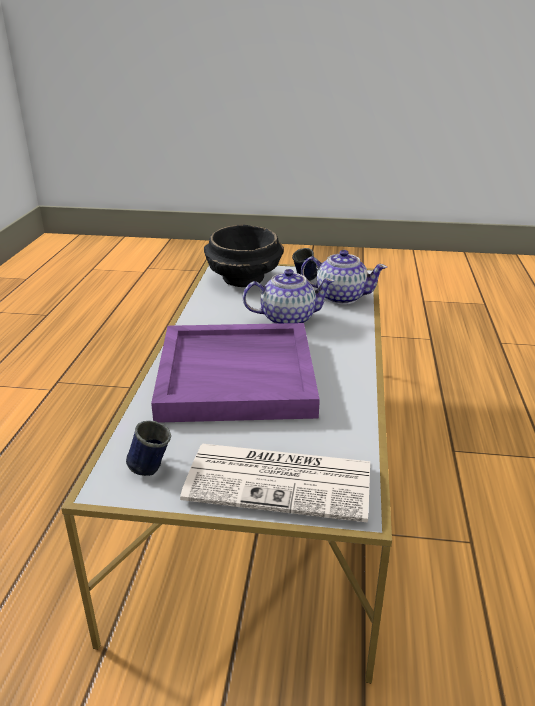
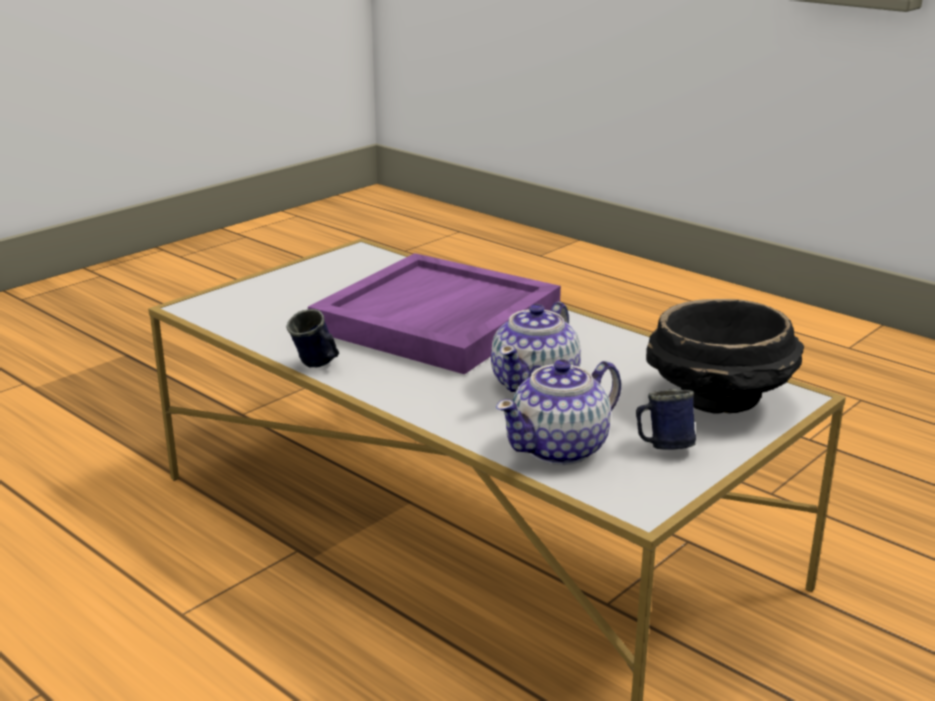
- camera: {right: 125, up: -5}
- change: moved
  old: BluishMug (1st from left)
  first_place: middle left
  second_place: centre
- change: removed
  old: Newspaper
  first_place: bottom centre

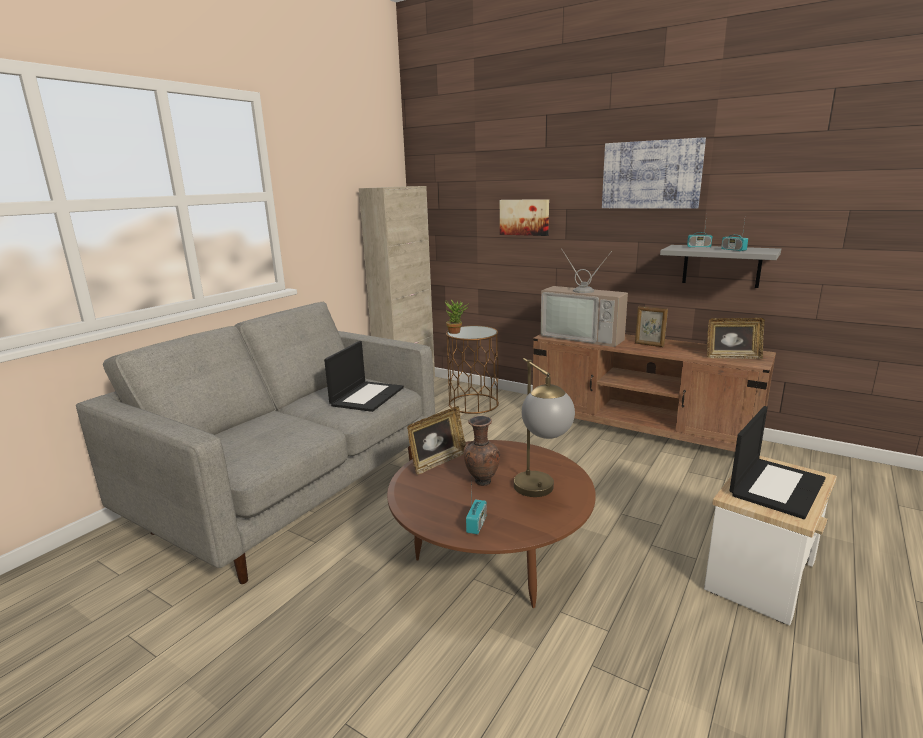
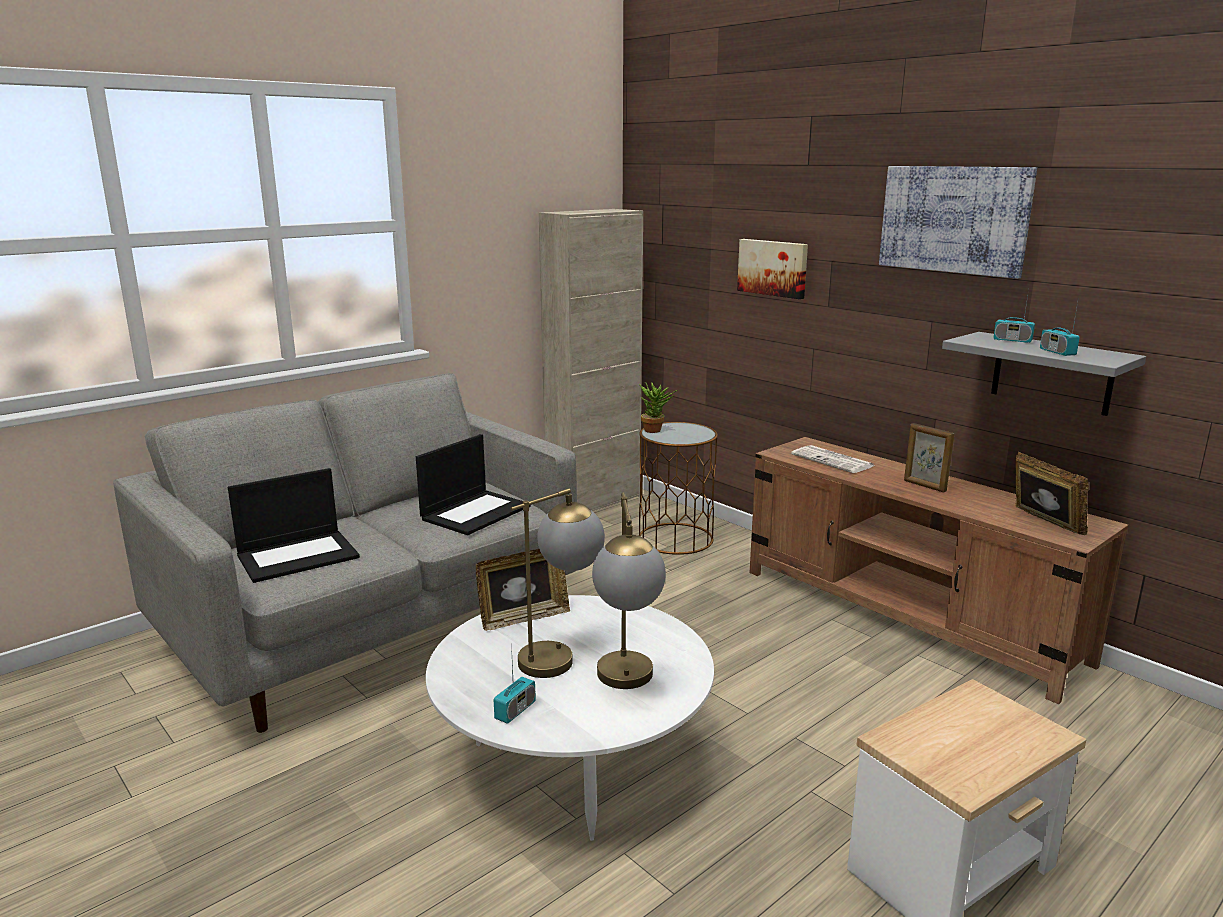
- camera: {right: 15, up: 0}
- change: recoloured
  old: BrownCoffeeTable
  new: WhiteCoffeeTable
  first_place: bottom centre
  second_place: bottom centre
- change: replaced
  old: BrownFlowerVase
  new: TabletopLamp (1st from left)
  first_place: centre
  second_place: centre
- change: replaced
  old: Tv
  new: Newspaper
  first_place: centre
  second_place: middle right
- change: turned
  old: StandingFrame (3rd from left)
  first_place: middle right
  second_place: middle right
  degrees: -135
- change: moved
  old: Laptop (2nd from left in the first image)
  new: Laptop (1st from left)
  first_place: middle right
  second_place: middle left

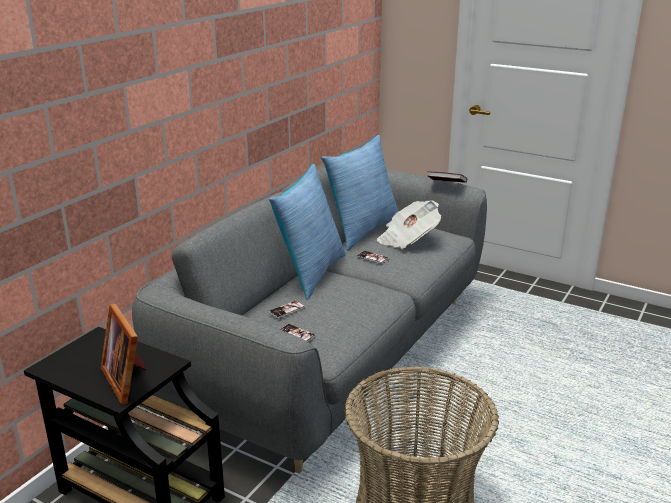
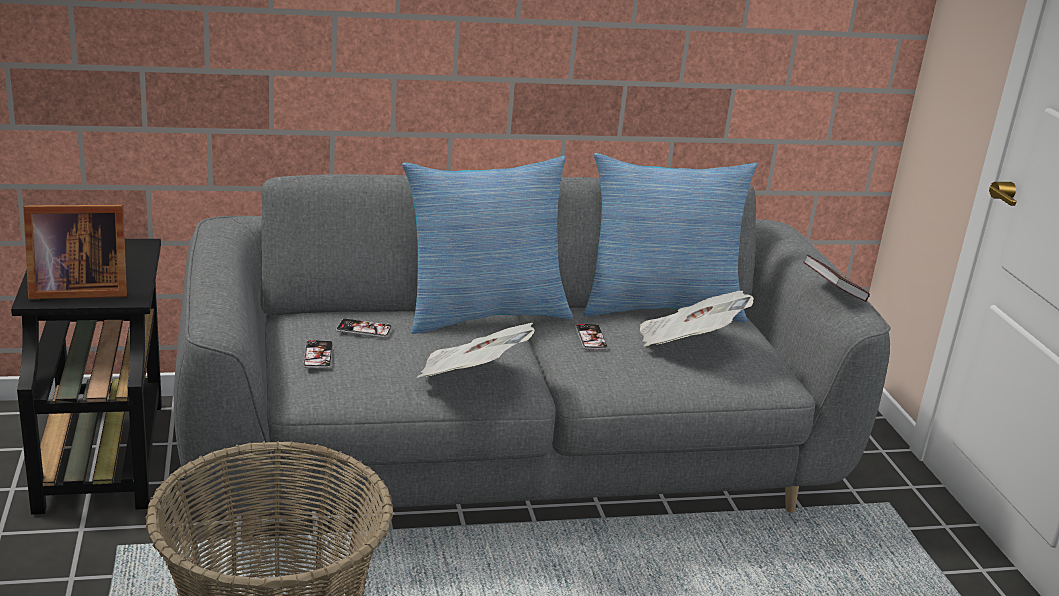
- camera: {right: 45, up: 0}
- change: turned
  old: StandingFrame
  first_place: bottom left
  second_place: middle left
  degrees: -120
- change: added
  new: Newspaper (1st from left)
  second_place: centre

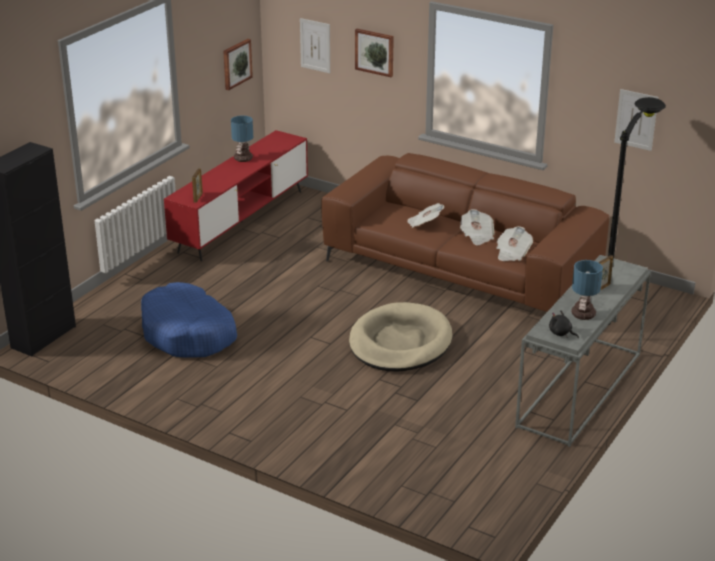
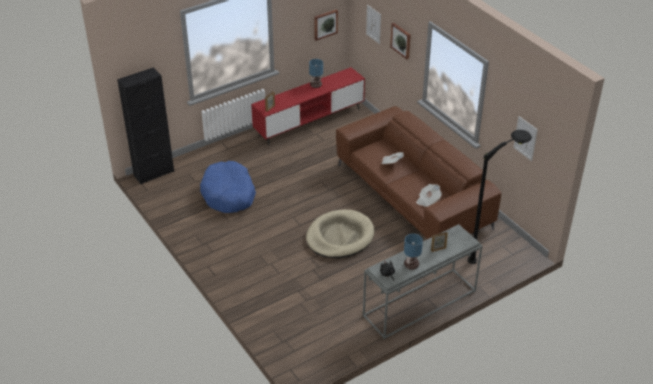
- camera: {right: 25, up: 10}
- change: removed
  old: Newspaper (2nd from left)
  first_place: middle right

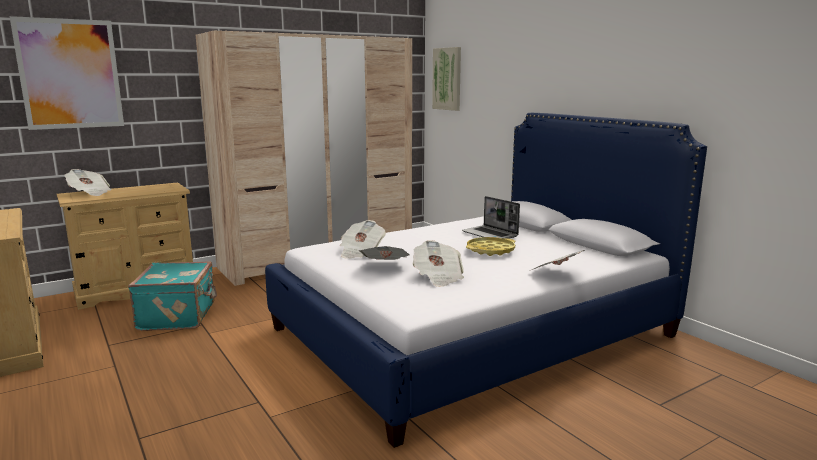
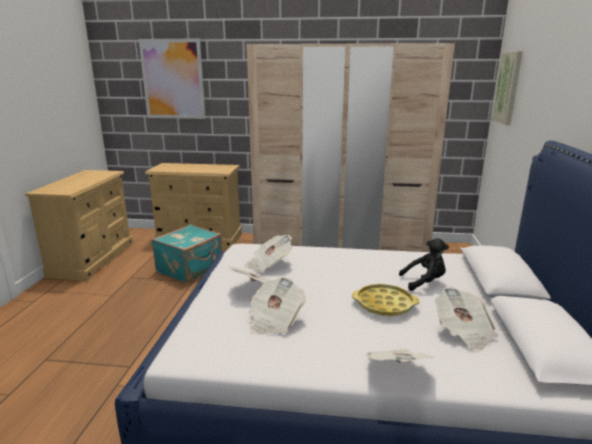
- camera: {right: 40, up: 5}
- change: moved
  old: Newspaper (1st from left in the first image)
  new: Newspaper (5th from left)
  first_place: middle left
  second_place: bottom right
- change: replaced
  old: Laptop
  new: BlackPlushToy
  first_place: centre
  second_place: middle right

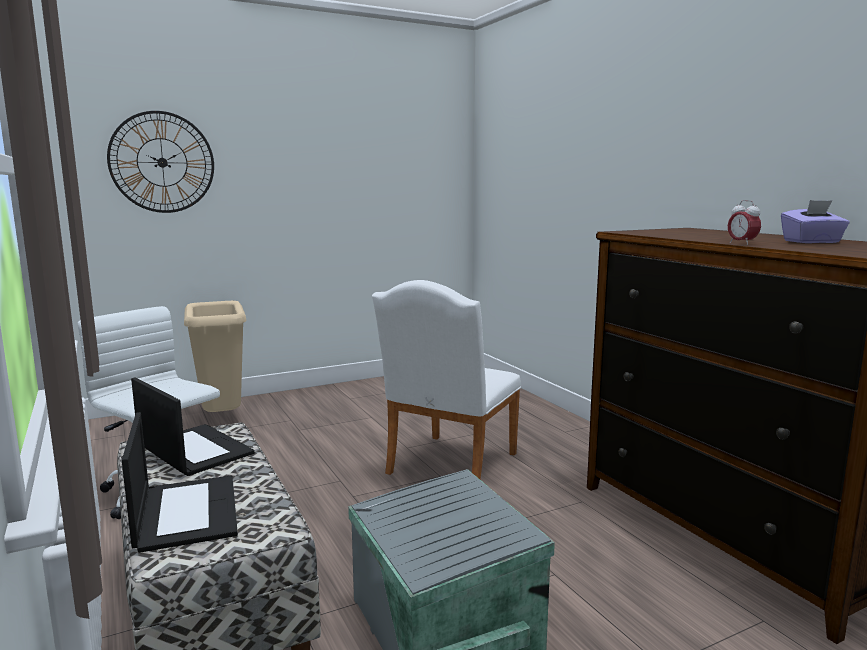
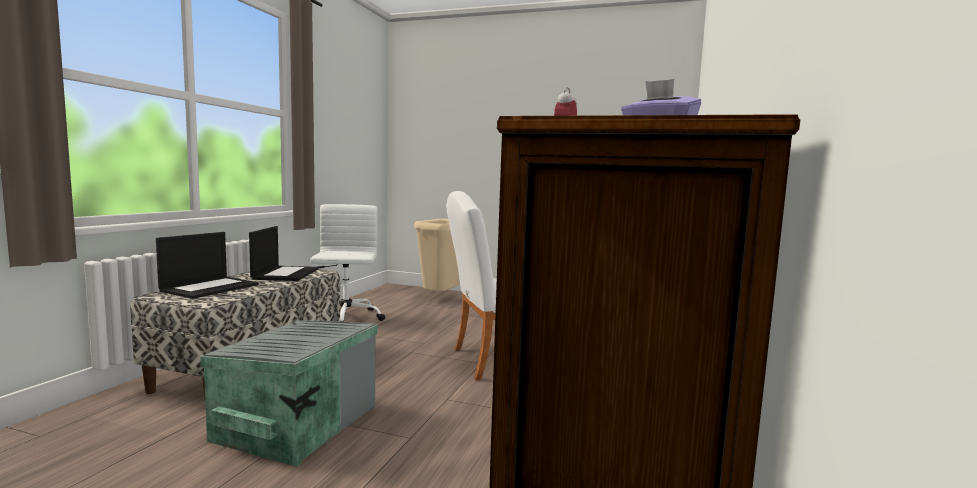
- camera: {right: 45, up: -5}
- change: removed
  old: WallClock
  first_place: top left

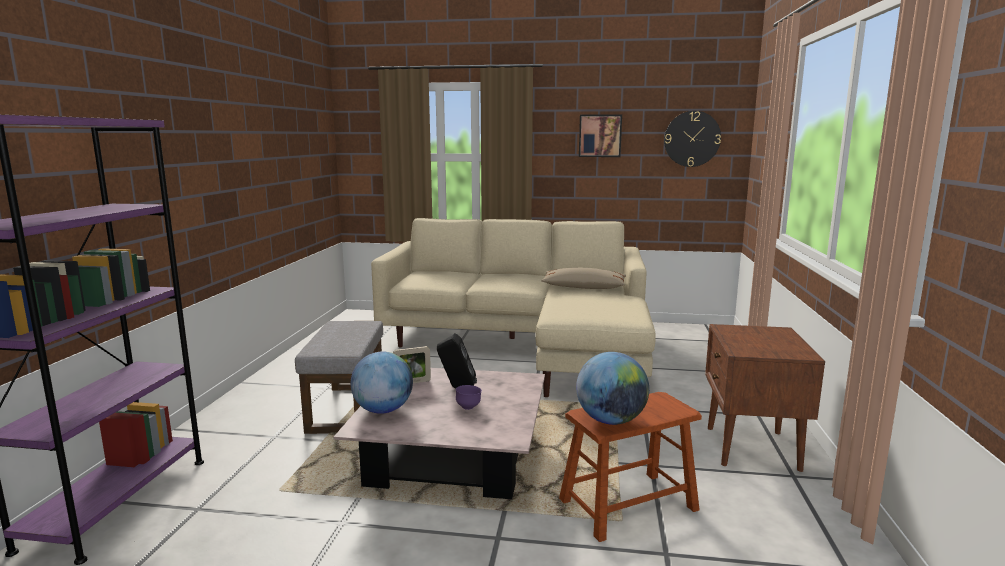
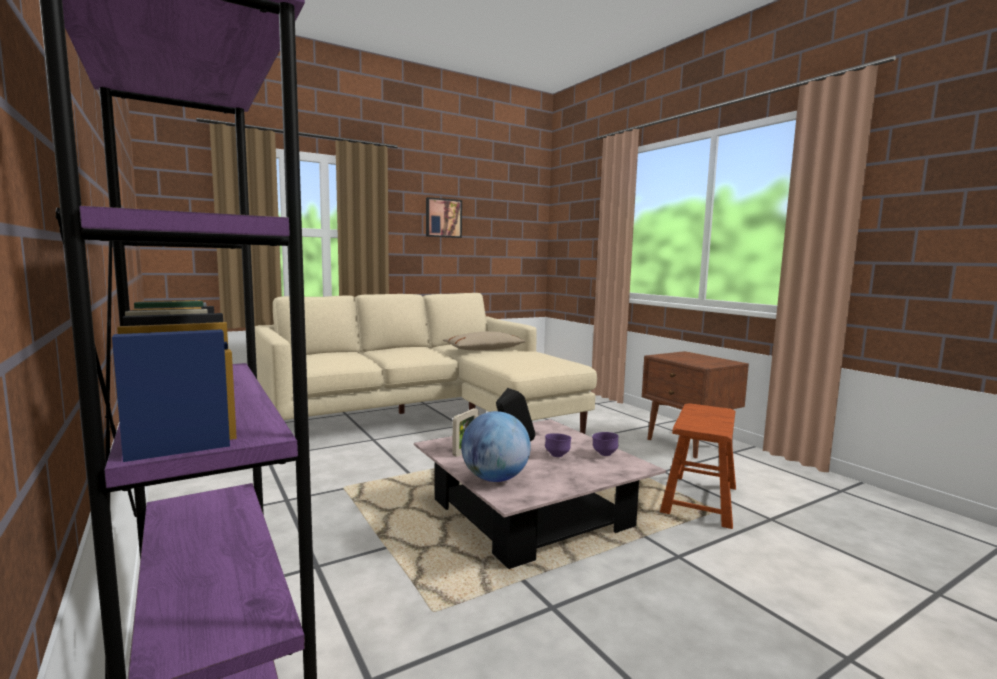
- camera: {right: -40, up: -5}
- change: removed
  old: GreyFootrest
  first_place: centre
- change: removed
  old: Globe (2nd from left)
  first_place: bottom centre
- change: removed
  old: WallClock
  first_place: top right
- change: added
  new: PurpleDeepDish (2nd from left)
  second_place: centre

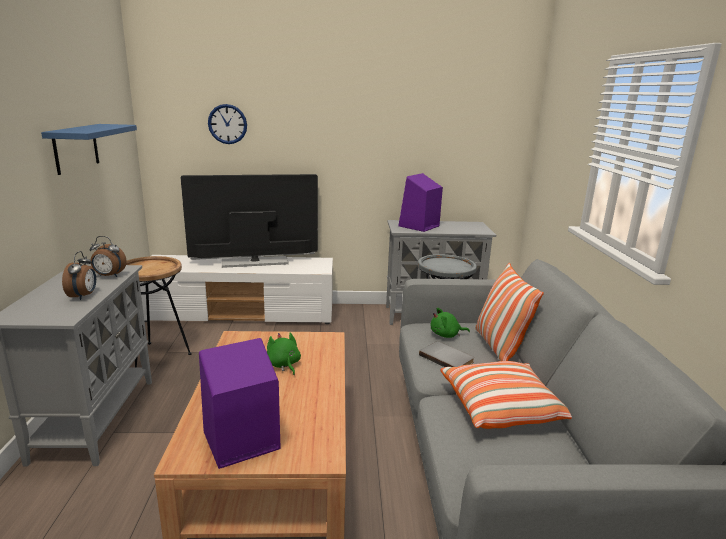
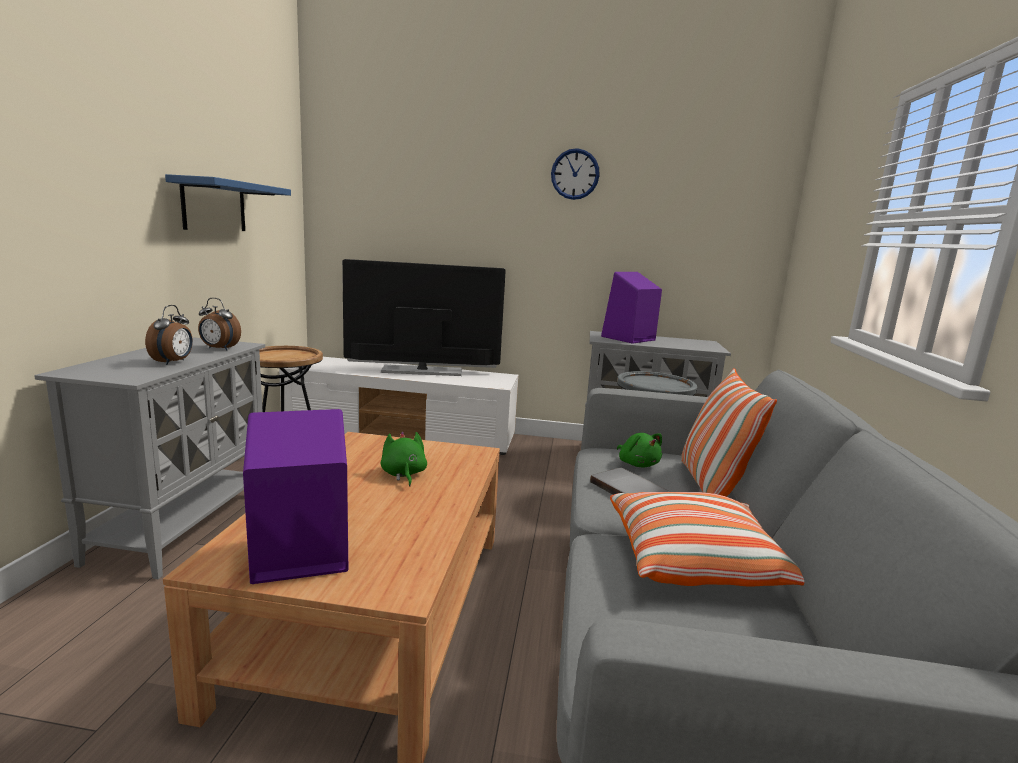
- camera: {right: 10, up: -5}
- change: moved
  old: WallClock
  first_place: top left
  second_place: top centre
- change: turned
  old: GreenishPlushToy (2nd from left)
  first_place: centre
  second_place: centre
  degrees: -120

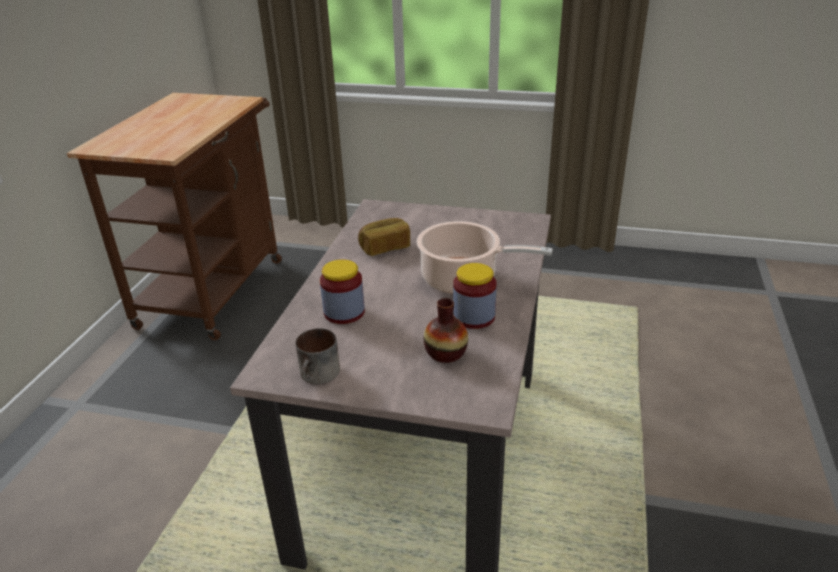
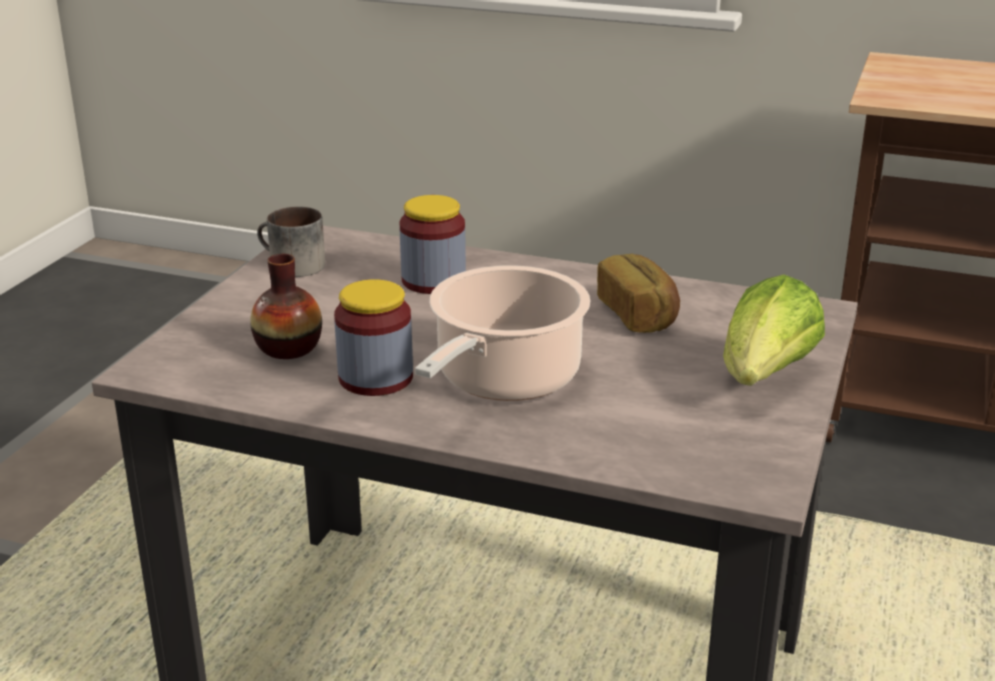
- camera: {right: 95, up: -5}
- change: added
  new: Lettuce
  second_place: middle right

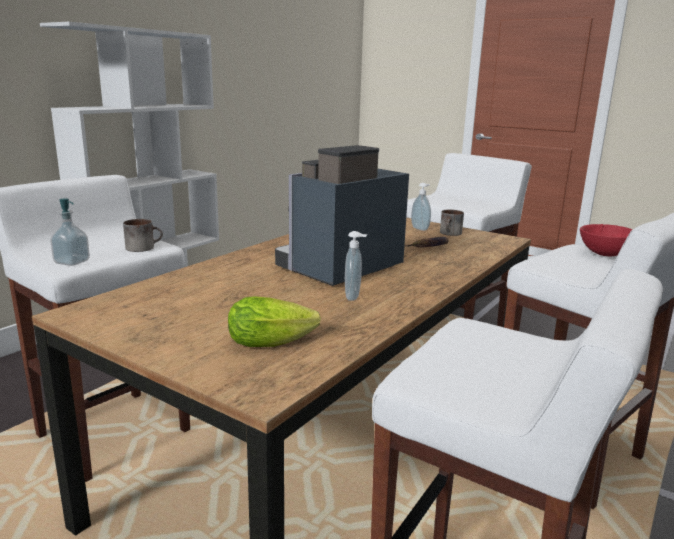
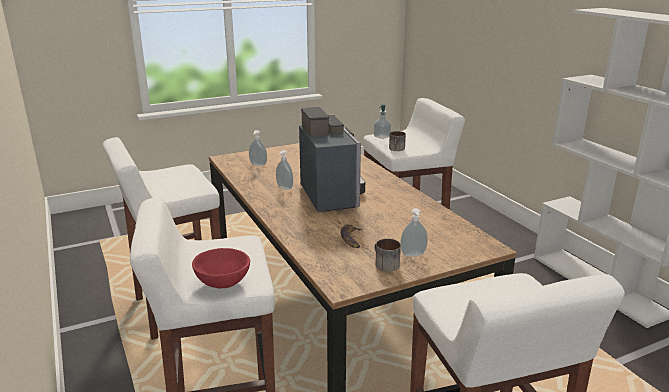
- camera: {right: 120, up: 5}
- change: replaced
  old: Lettuce
  new: LiquidSoapBottle (1st from left)
  first_place: centre
  second_place: centre

